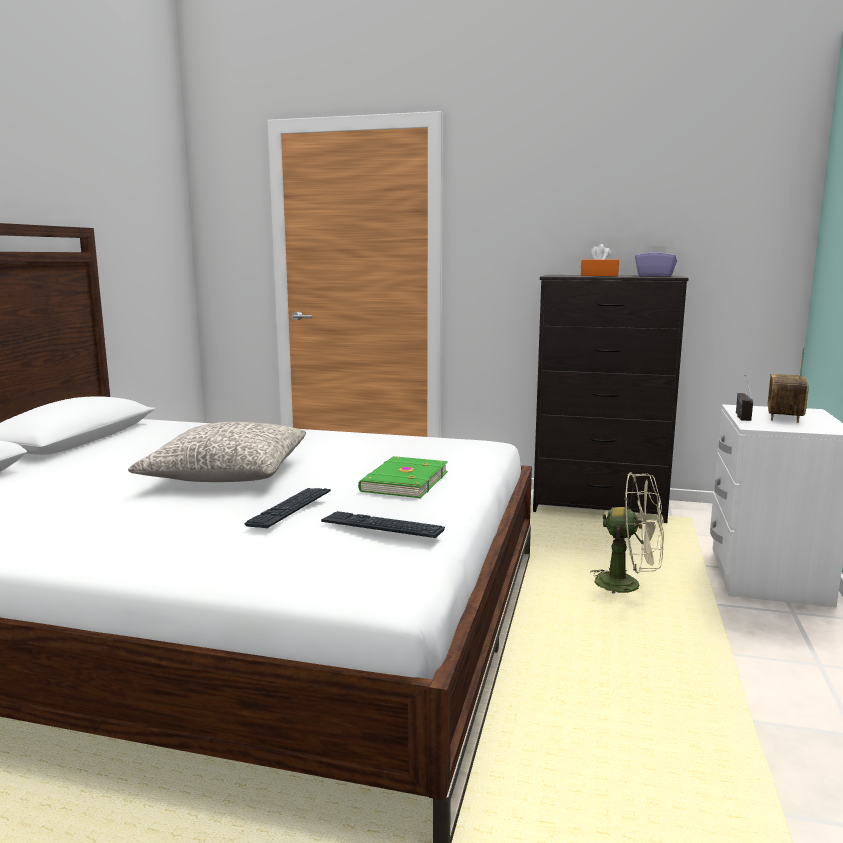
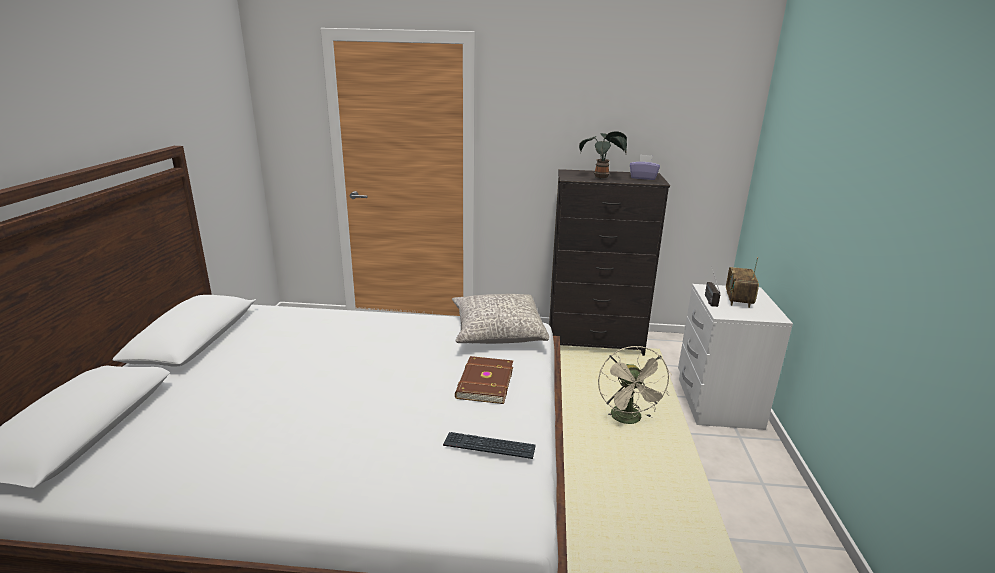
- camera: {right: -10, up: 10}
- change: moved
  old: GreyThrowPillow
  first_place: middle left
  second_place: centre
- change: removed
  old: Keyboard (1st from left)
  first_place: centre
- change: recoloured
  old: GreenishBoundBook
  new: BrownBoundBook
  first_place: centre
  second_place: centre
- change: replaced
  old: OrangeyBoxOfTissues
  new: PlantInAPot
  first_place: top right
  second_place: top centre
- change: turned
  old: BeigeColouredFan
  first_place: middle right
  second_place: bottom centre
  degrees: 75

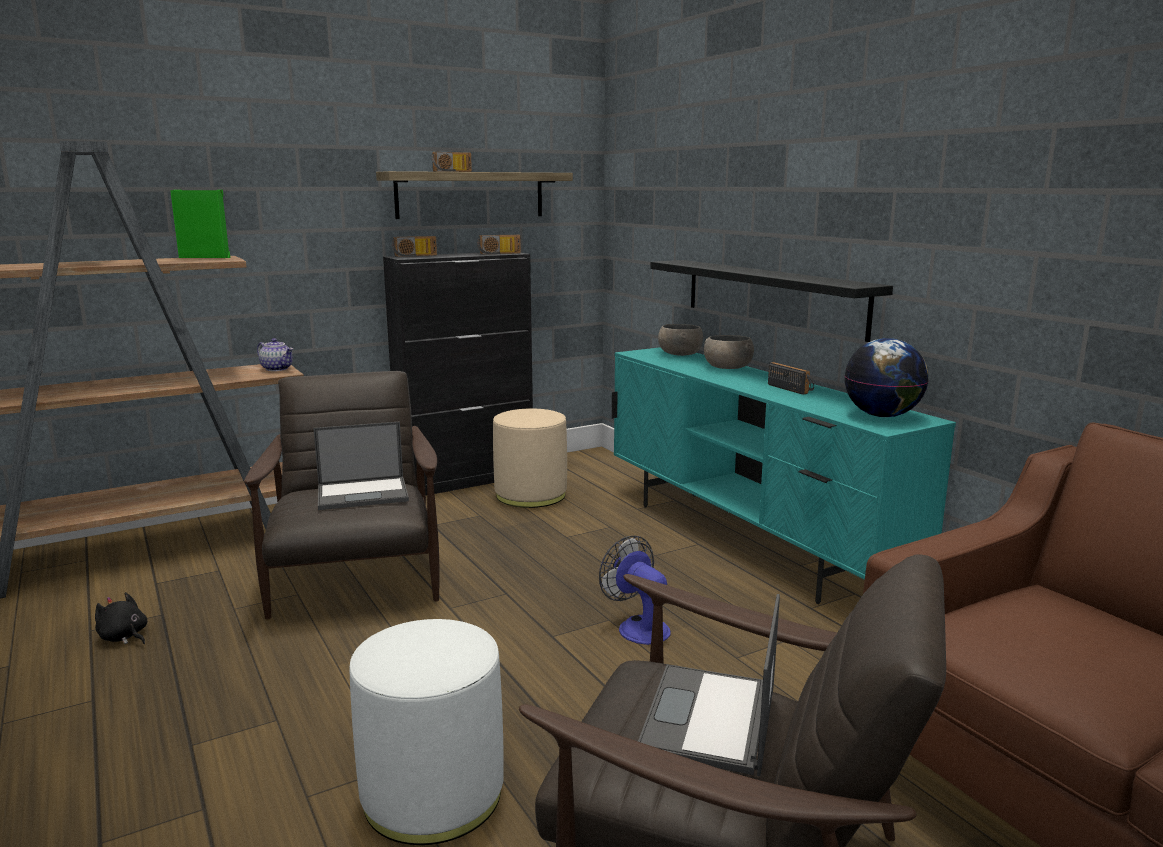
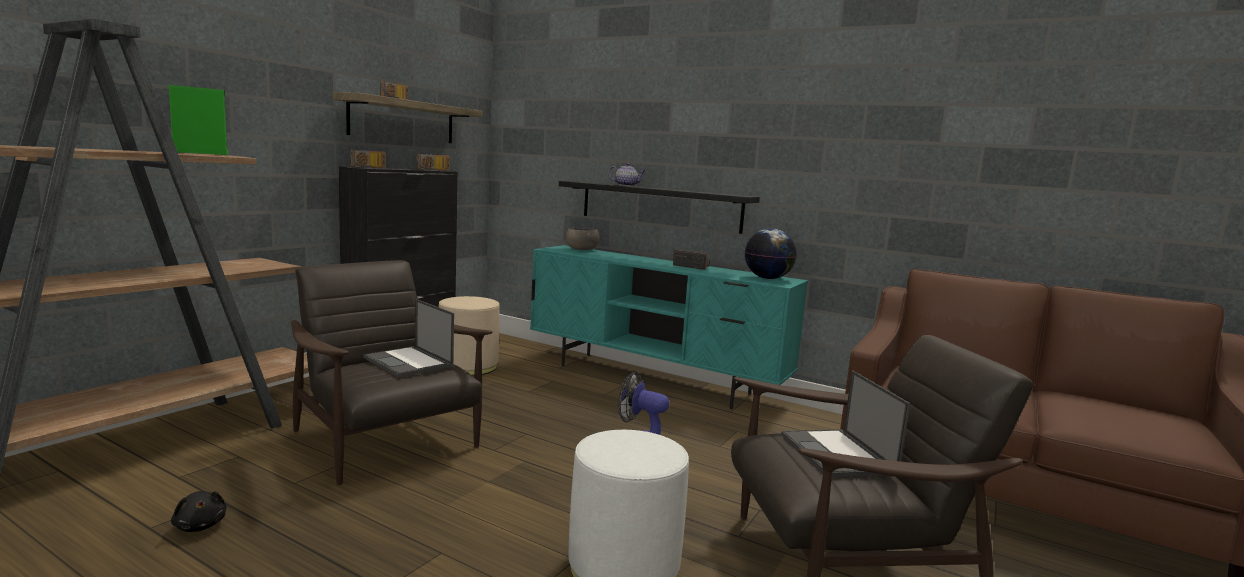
- camera: {right: -30, up: -5}
- change: turned
  old: BlackPlushToy
  first_place: bottom left
  second_place: bottom left
  degrees: -135
- change: moved
  old: Teapot
  first_place: middle left
  second_place: top centre
- change: turned
  old: Laptop (1st from left)
  first_place: middle left
  second_place: middle left
  degrees: 90
- change: removed
  old: GreyDeepDish (2nd from left)
  first_place: centre

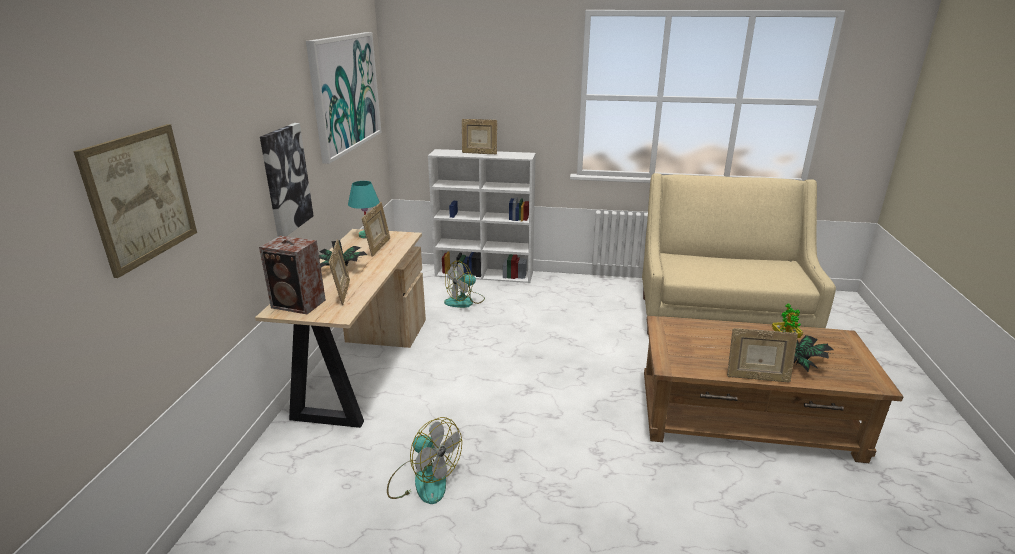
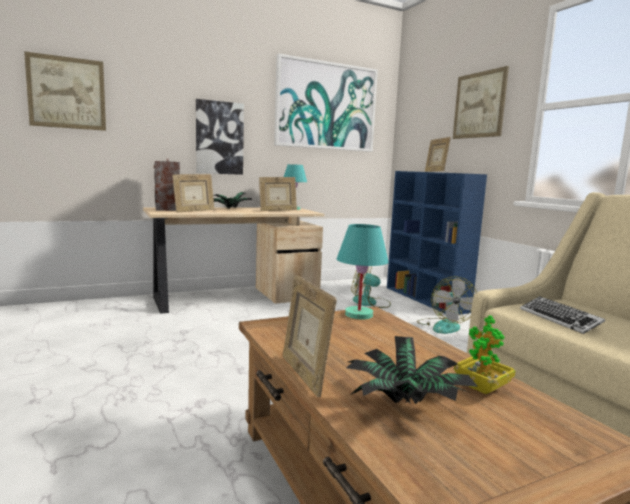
- camera: {right: 55, up: -15}
- change: moved
  old: Fan (1st from left in the first image)
  new: Fan (2nd from left)
  first_place: bottom centre
  second_place: middle right
- change: recoloured
  old: WhiteShelvingUnit
  new: BluishShelvingUnit
  first_place: centre
  second_place: middle right
- change: added
  new: BlueGreenTabletopLamp (2nd from left)
  second_place: centre
- change: added
  new: WallArt (4th from left)
  second_place: top right
- change: added
  new: Keyboard
  second_place: middle right

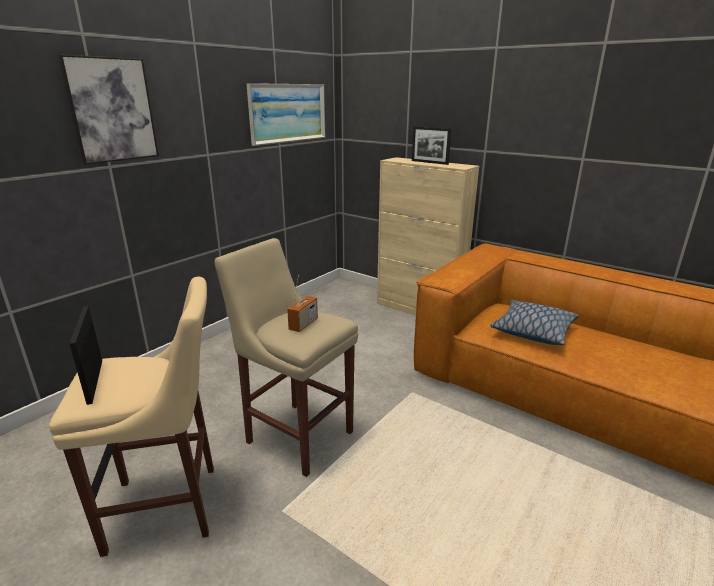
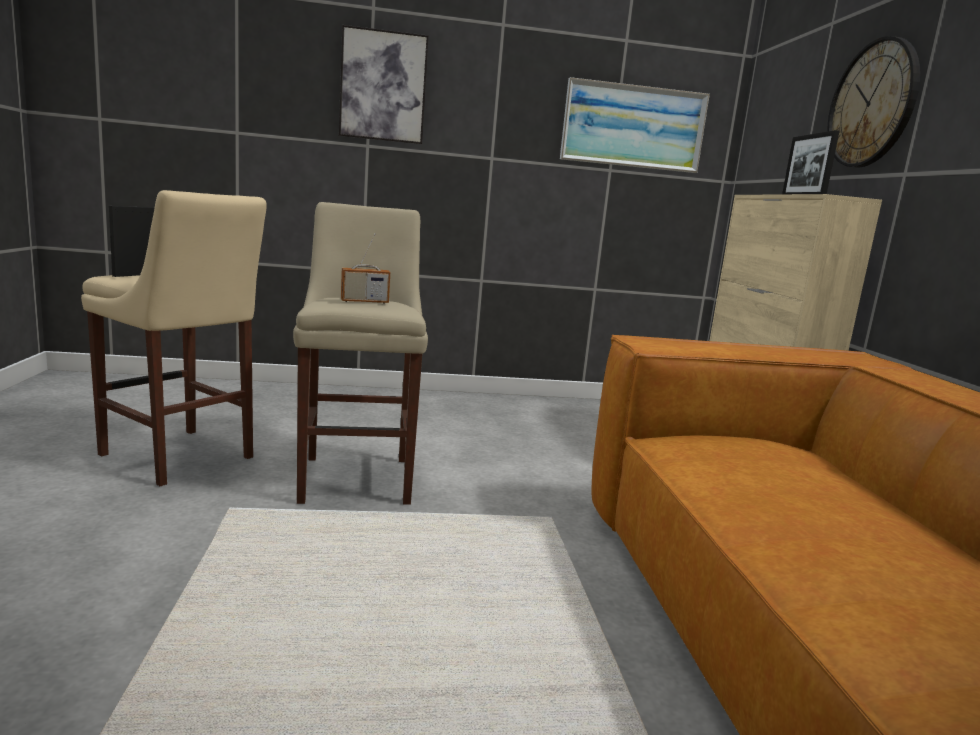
- camera: {right: 45, up: -10}
- change: removed
  old: ThrowPillow
  first_place: middle right
- change: added
  new: WallClock
  second_place: top right

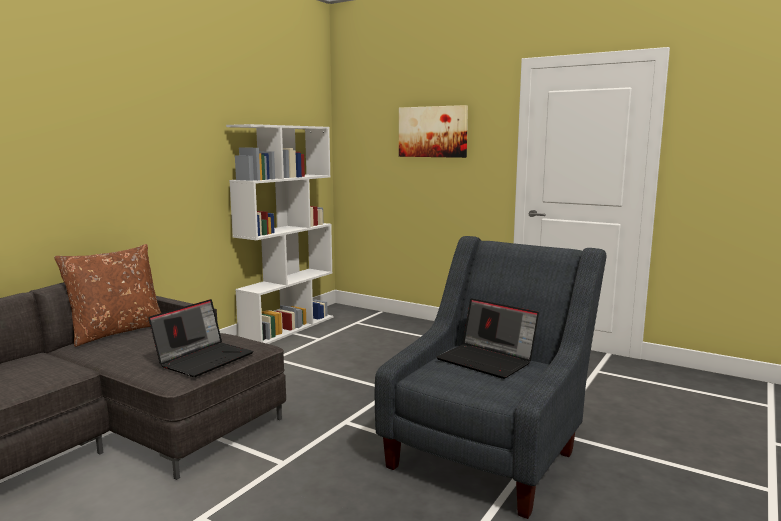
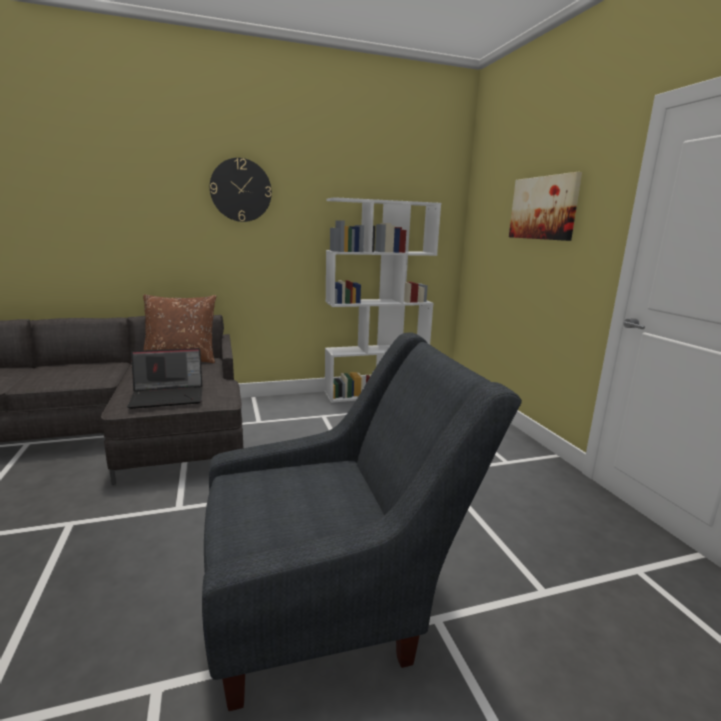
- camera: {right: 40, up: 5}
- change: removed
  old: Laptop (2nd from left)
  first_place: centre
- change: added
  new: WallClock
  second_place: top centre

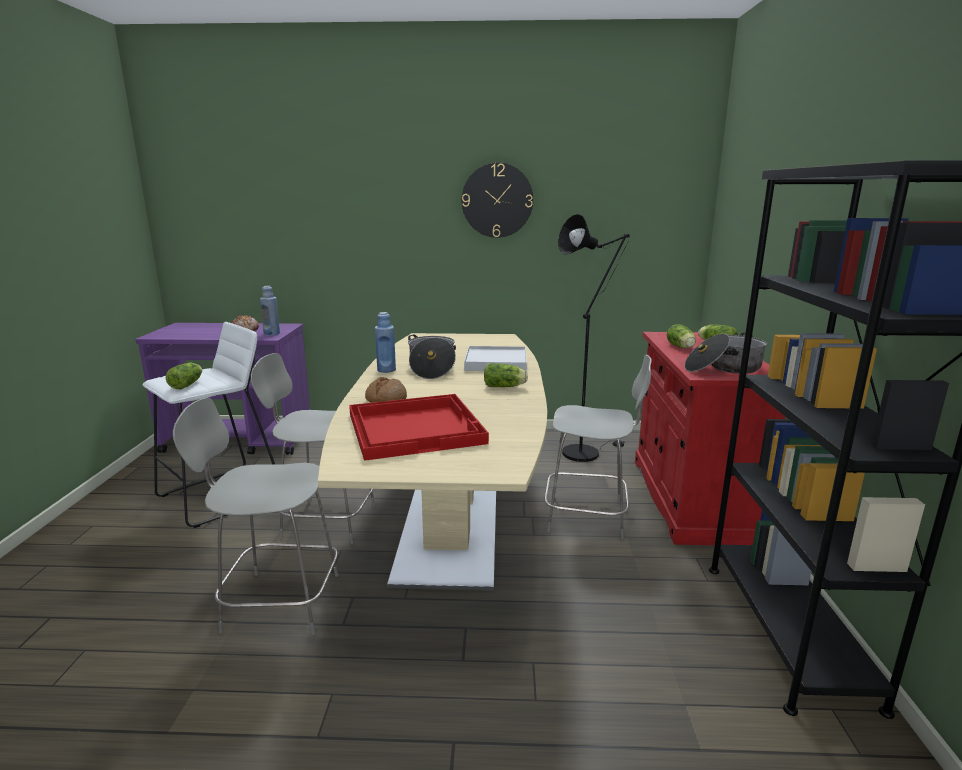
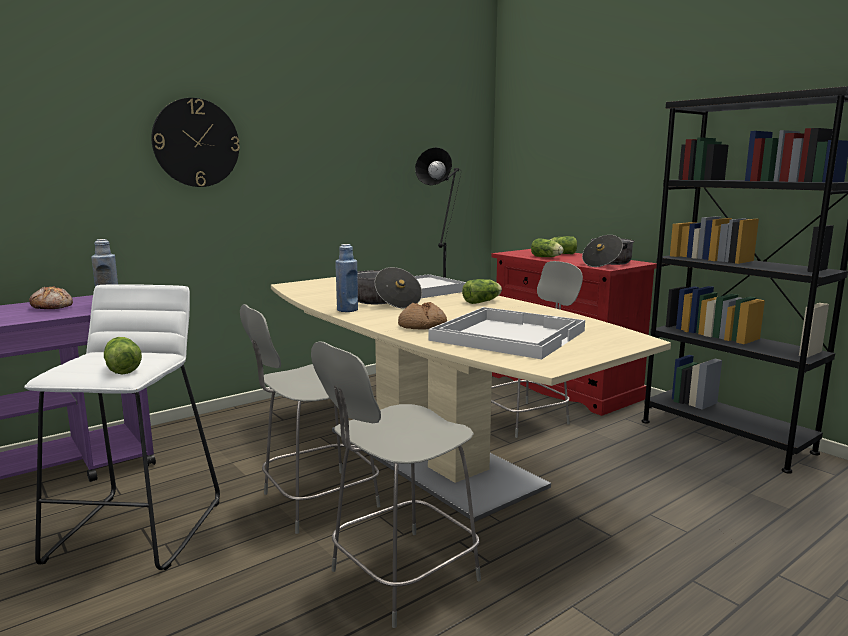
- camera: {right: -40, up: -5}
- change: recoloured
  old: RedTray
  new: WhiteTray (2nd from left)
  first_place: centre
  second_place: centre
- change: moved
  old: WallClock
  first_place: top centre
  second_place: top left

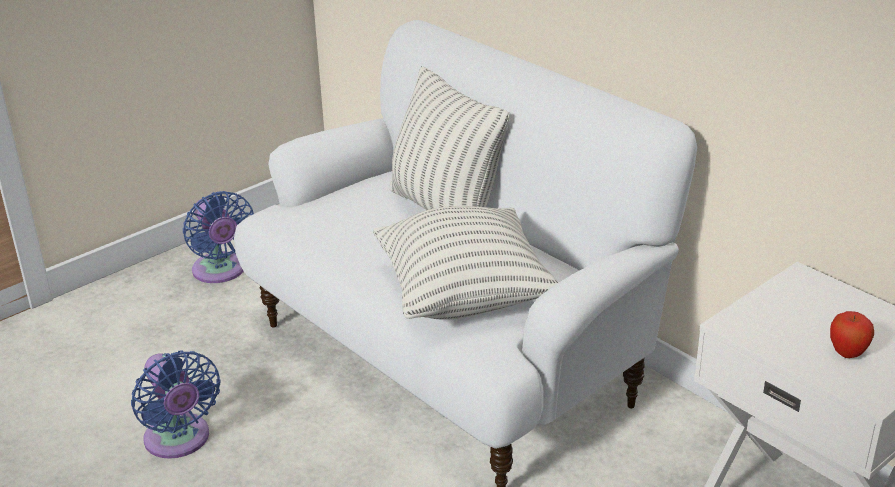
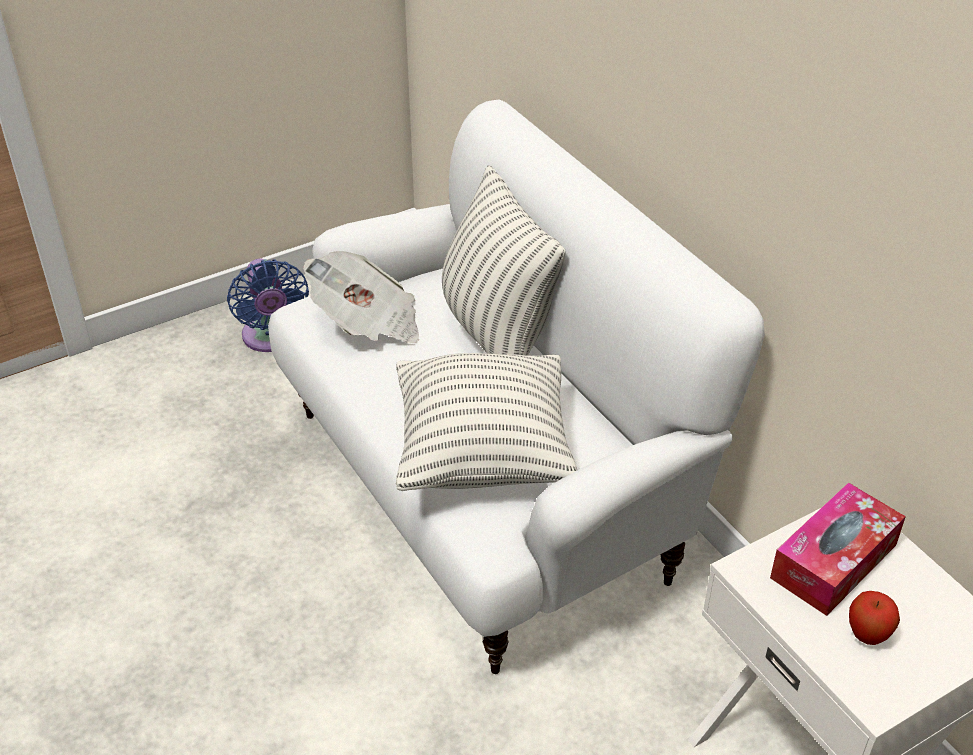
- camera: {right: 10, up: 10}
- change: removed
  old: BluishFan (1st from left)
  first_place: bottom left
- change: added
  new: Newspaper
  second_place: centre
- change: added
  new: BoxOfTissues
  second_place: bottom right

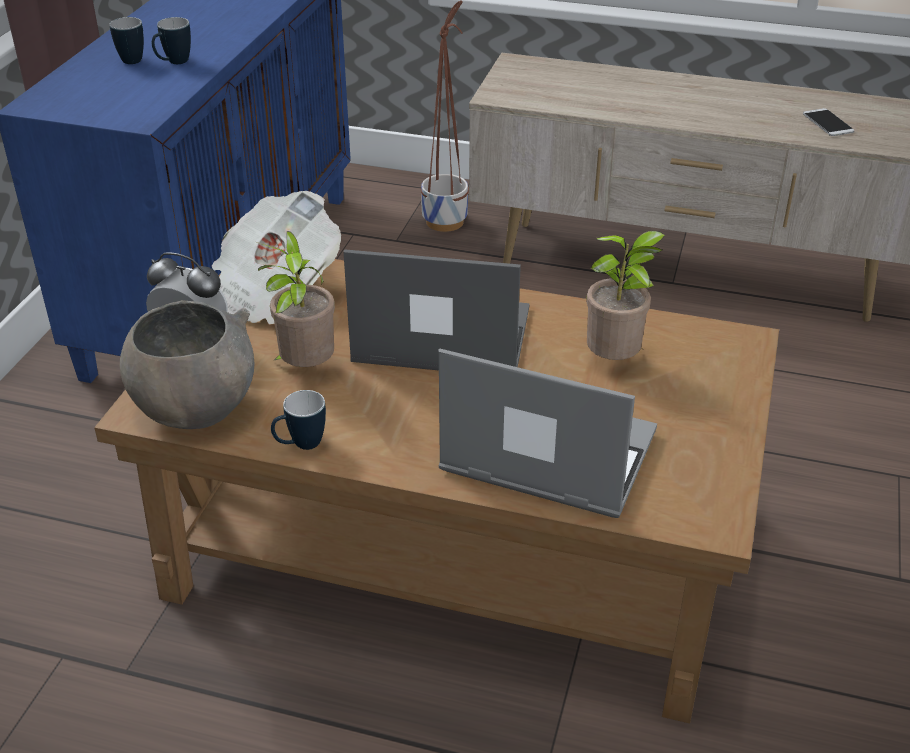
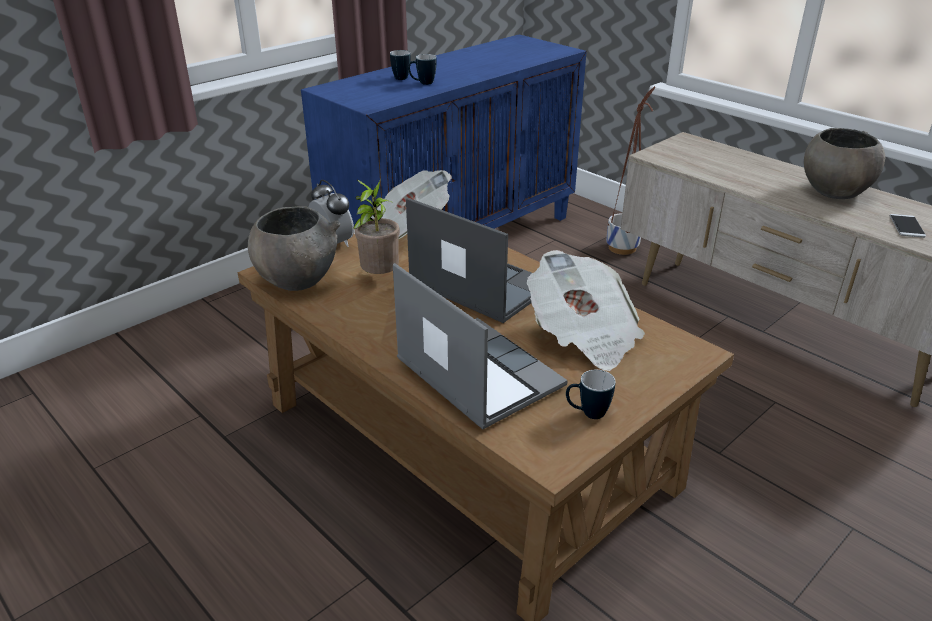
- camera: {right: 30, up: -5}
- change: moved
  old: Mug (3rd from left)
  first_place: middle left
  second_place: centre
- change: replaced
  old: PlantInAPot (2nd from left)
  new: Newspaper (2nd from left)
  first_place: middle right
  second_place: centre
- change: added
  new: GreyDeepDish (2nd from left)
  second_place: top right

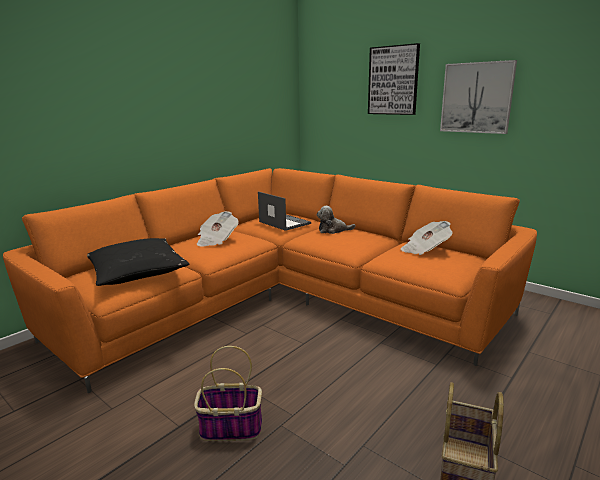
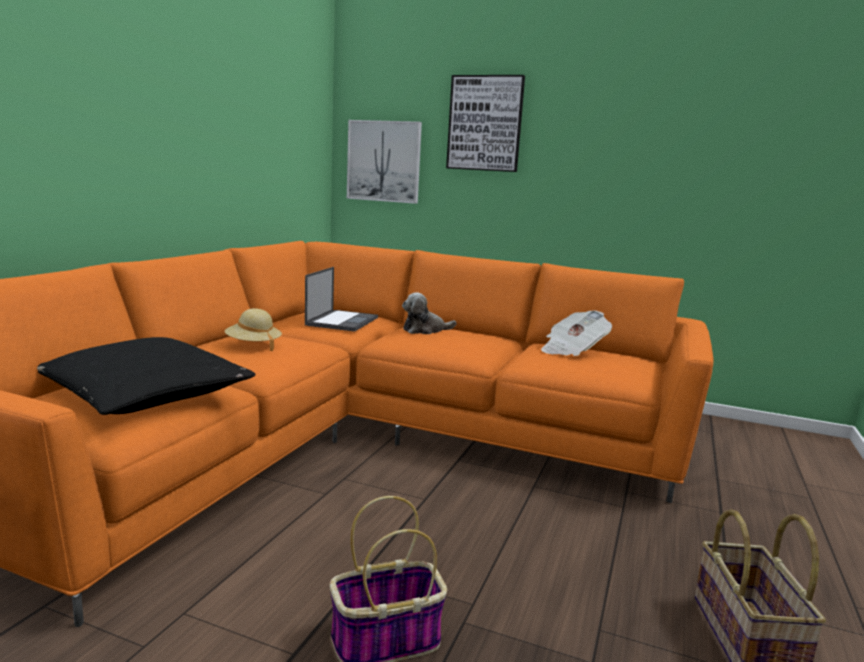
- camera: {right: -20, up: -5}
- change: replaced
  old: Newspaper (1st from left)
  new: BeigeColouredClothingHat
  first_place: centre
  second_place: middle left
- change: turned
  old: Laptop
  first_place: centre
  second_place: centre
  degrees: 75
- change: moved
  old: WallArt (2nd from left in the first image)
  new: WallArt (1st from left)
  first_place: top right
  second_place: top centre

